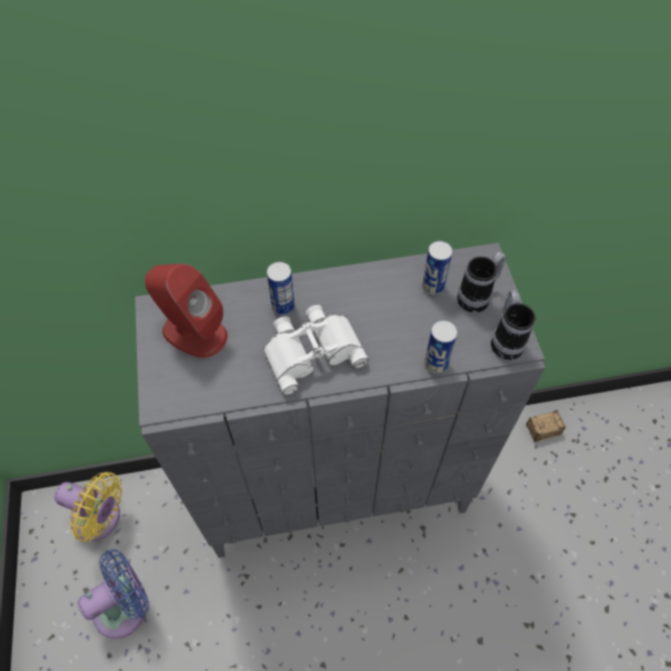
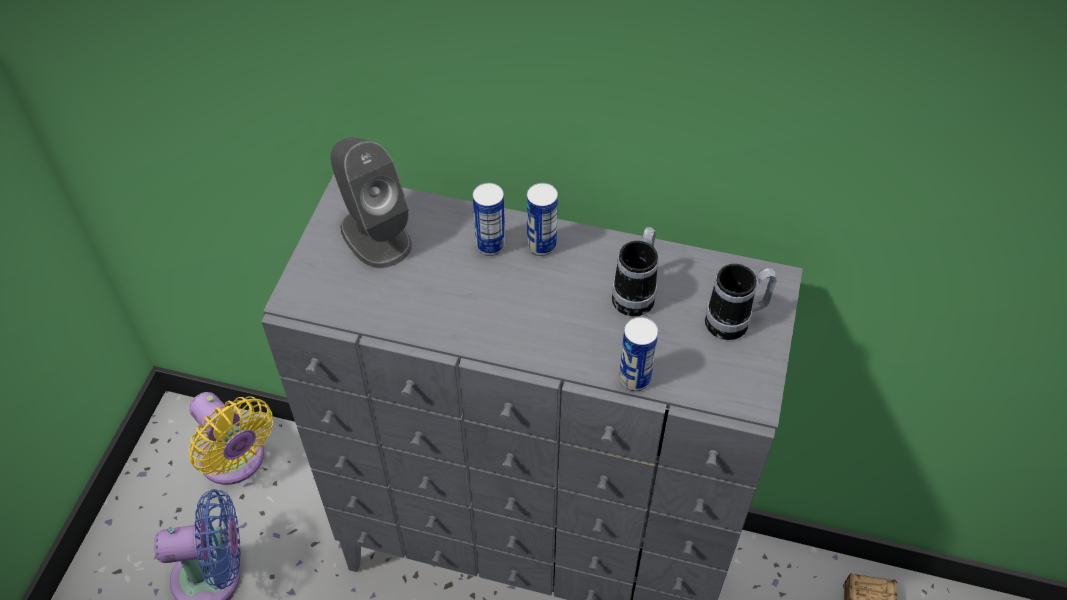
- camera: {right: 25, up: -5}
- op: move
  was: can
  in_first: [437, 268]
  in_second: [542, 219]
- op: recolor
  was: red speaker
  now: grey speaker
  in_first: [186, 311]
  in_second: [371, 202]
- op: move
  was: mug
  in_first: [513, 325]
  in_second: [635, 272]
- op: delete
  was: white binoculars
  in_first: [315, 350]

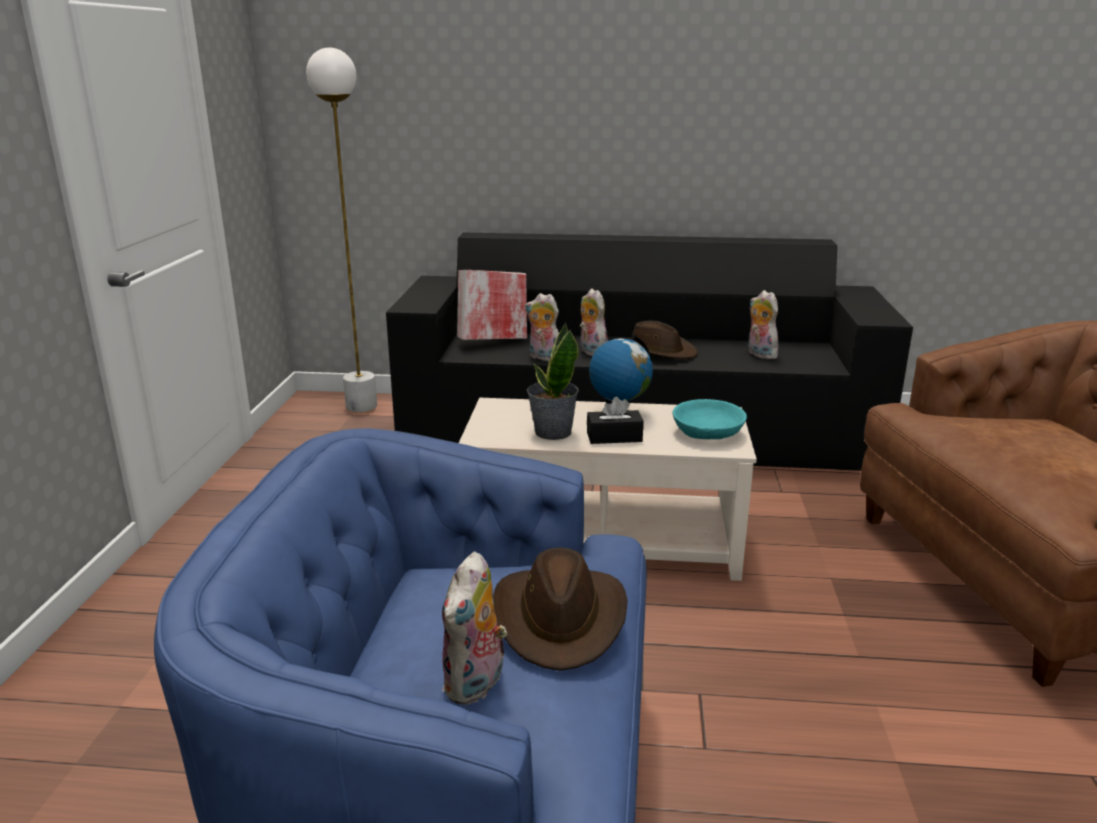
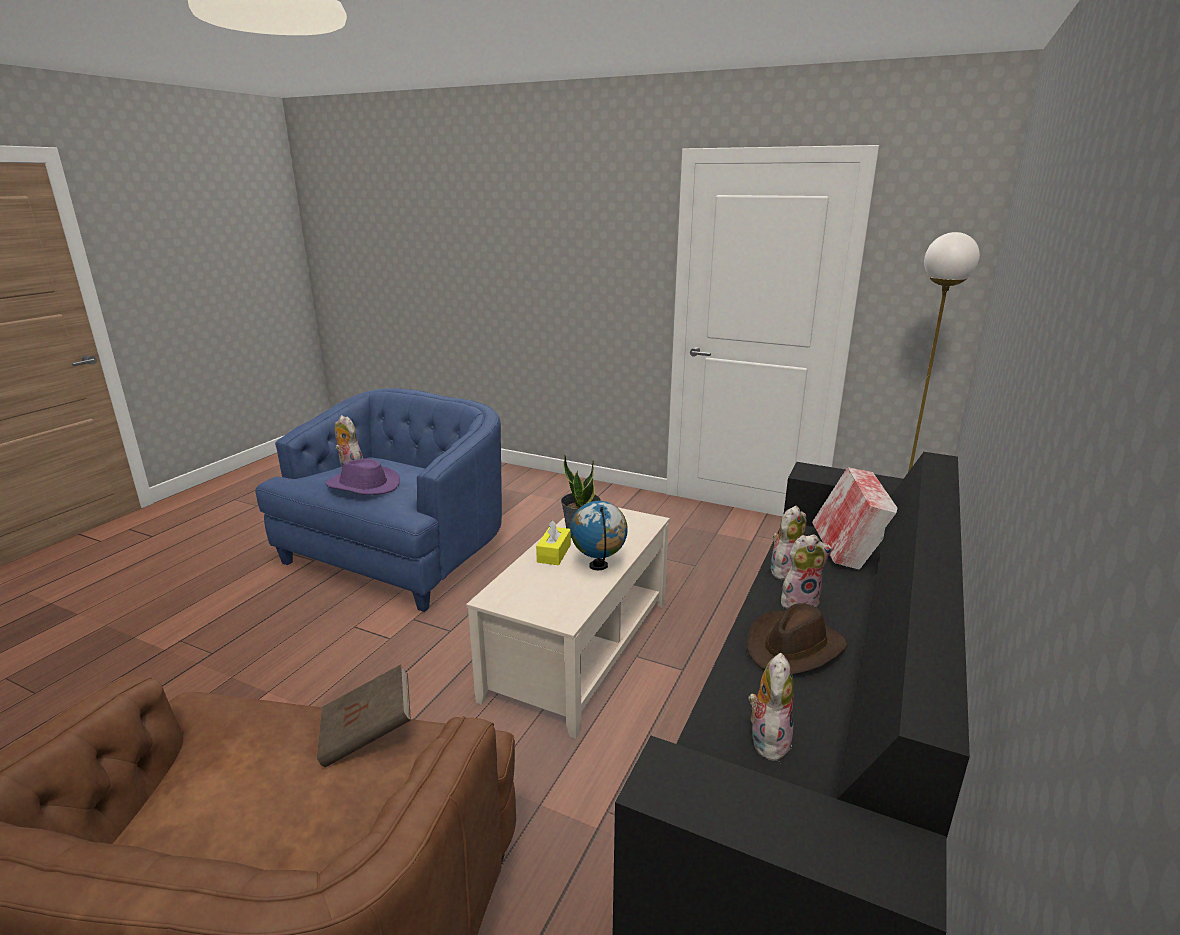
- camera: {right: 110, up: 0}
- op: rotate
  was: plush toy
  in_first: [764, 324]
  in_second: [771, 708]
  clockwise: -60
- op: recolor
  was: black tissue box
  now: yellow tissue box
  in_first: [615, 420]
  in_second: [553, 542]
- op: delete
  was: turquoise bowl
  in_first: [710, 419]
- op: recolor
  was: brown hat
  now: purple hat
  in_first: [560, 609]
  in_second: [363, 477]
- op: insert
  now: brown book
  in_second: [364, 715]

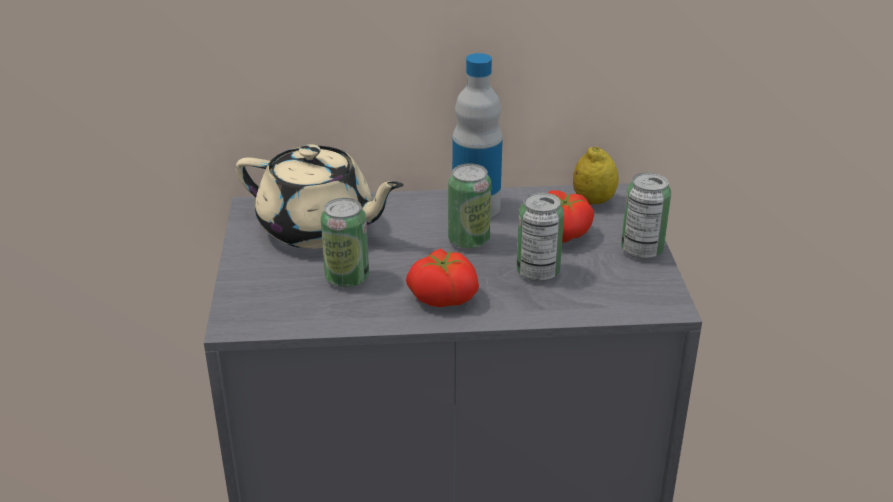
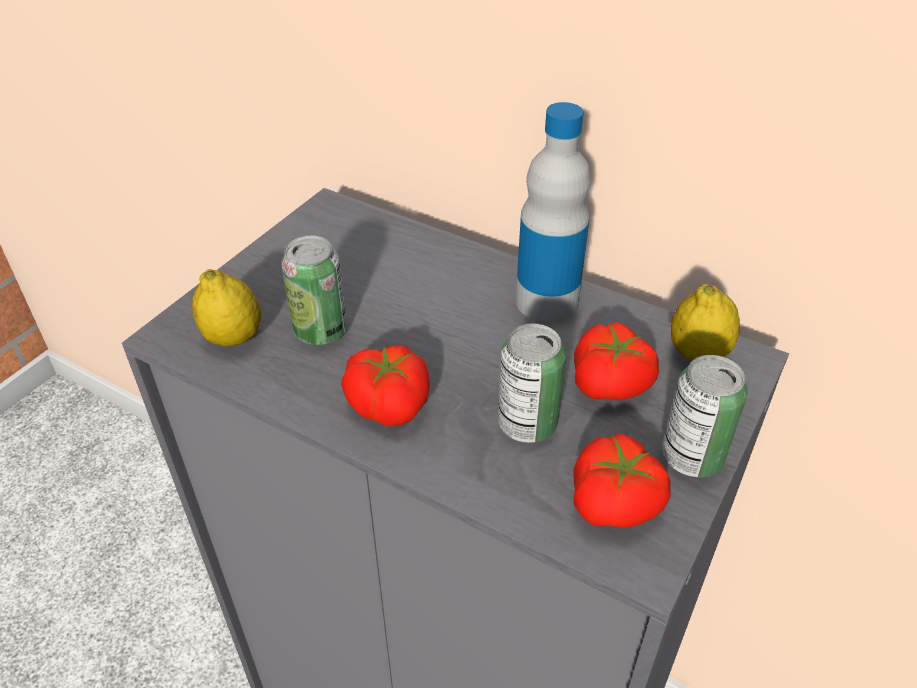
- camera: {right: 35, up: 10}
- op: delete
  was: beige teapot
  in_first: [319, 196]
- op: delete
  was: can
  in_first: [469, 206]
- op: insert
  now: lemon
  in_second: [226, 308]
- op: insert
  now: tomato
  in_second: [622, 480]

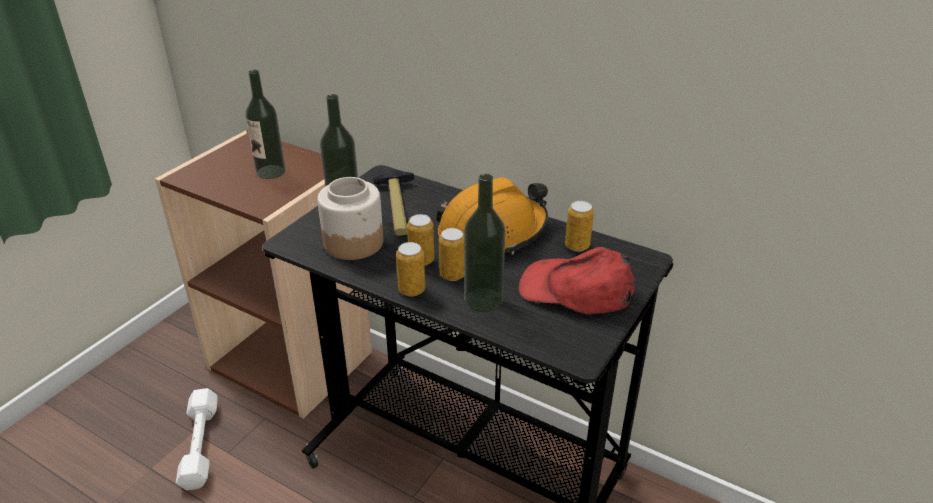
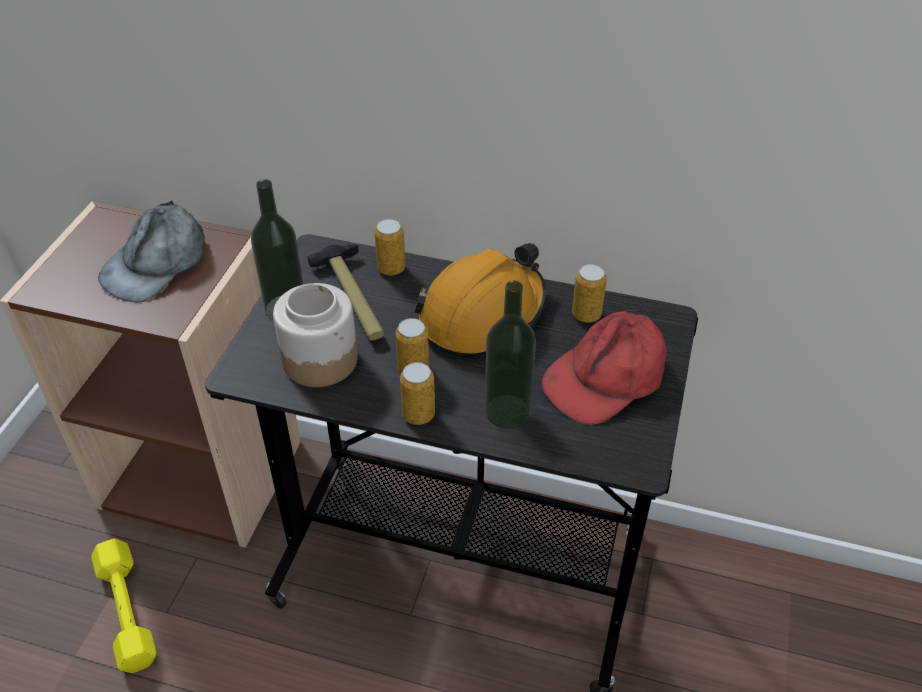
- camera: {right: -15, up: 10}
- op: replace
  was: bottle
  now: grey cap
  in_first: [265, 124]
  in_second: [151, 252]
- op: move
  was: can
  in_first: [451, 254]
  in_second: [390, 247]
- op: rotate
  was: red cap
  in_first: [576, 281]
  in_second: [604, 367]
  clockwise: -45
- op: recolor
  was: white dumbbell
  now: yellow dumbbell
  in_first: [197, 439]
  in_second: [124, 605]

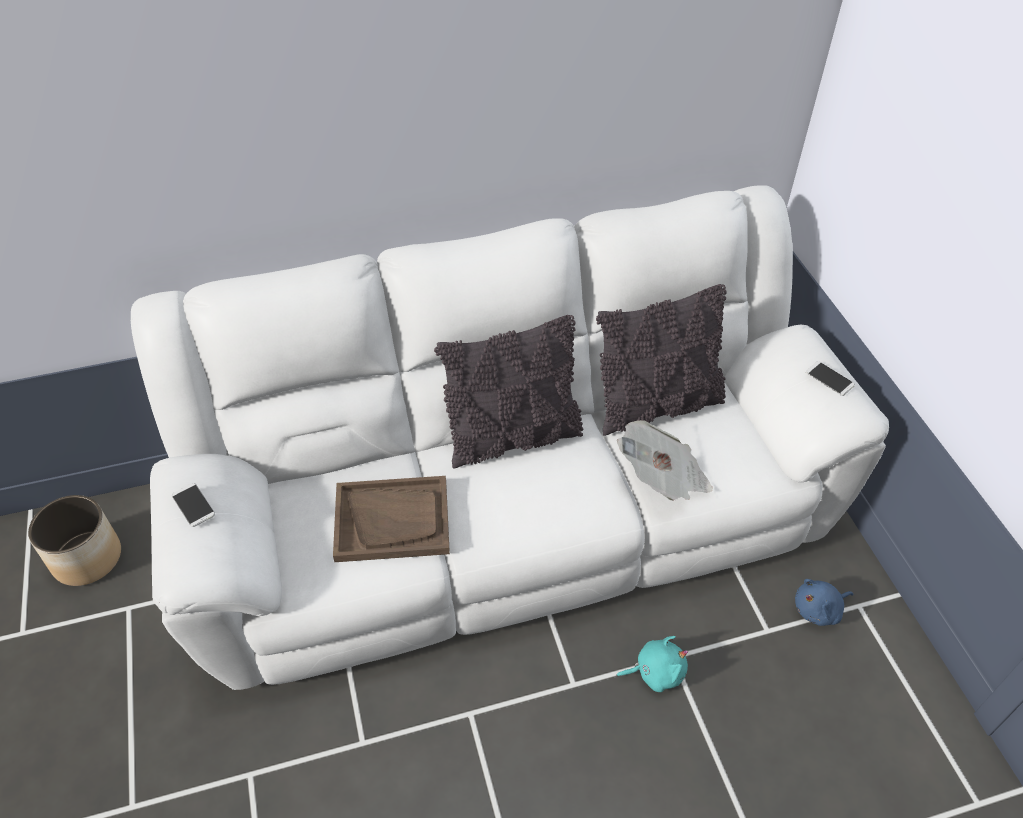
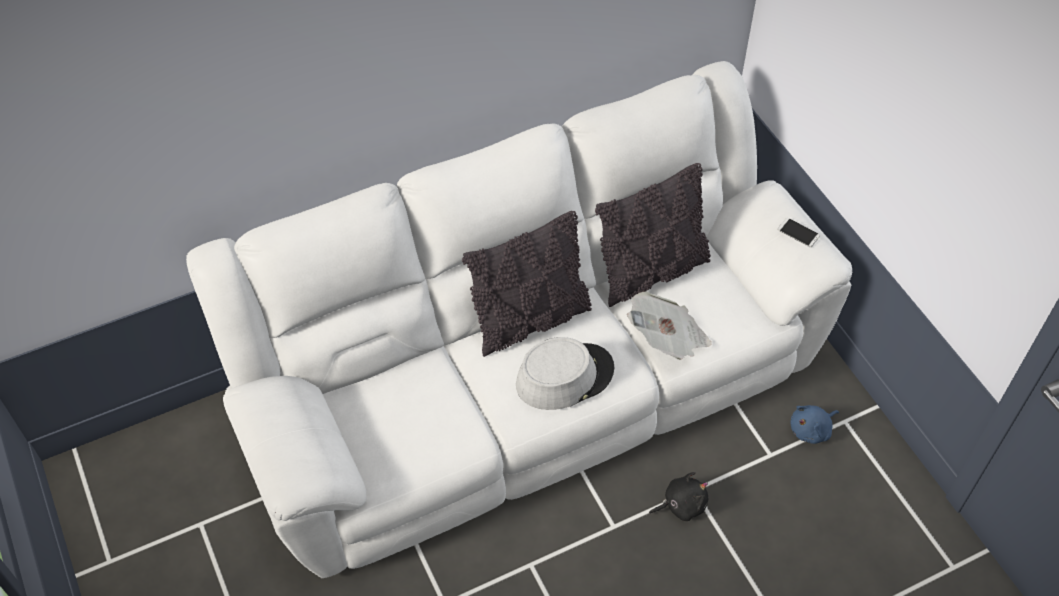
- camera: {right: -10, up: 5}
- op: delete
  was: brown tray
  in_first: [391, 519]
- op: delete
  was: phone
  in_first: [193, 505]
- op: delete
  was: planter
  in_first: [74, 540]
- op: recolor
  was: turquoise plush toy
  now: black plush toy
  in_first: [652, 664]
  in_second: [678, 496]
- op: insert
  now: grey hat
  in_second: [565, 373]

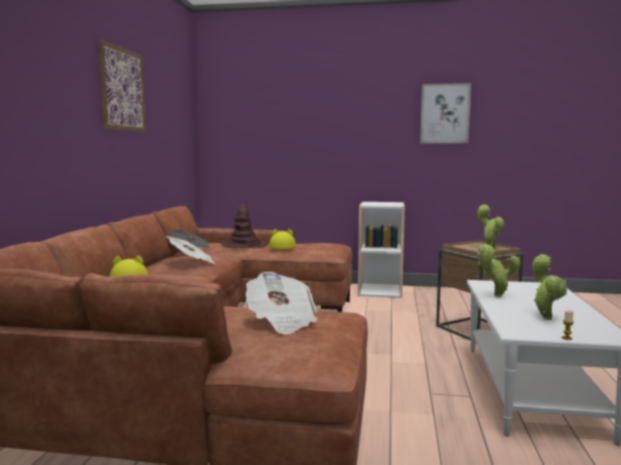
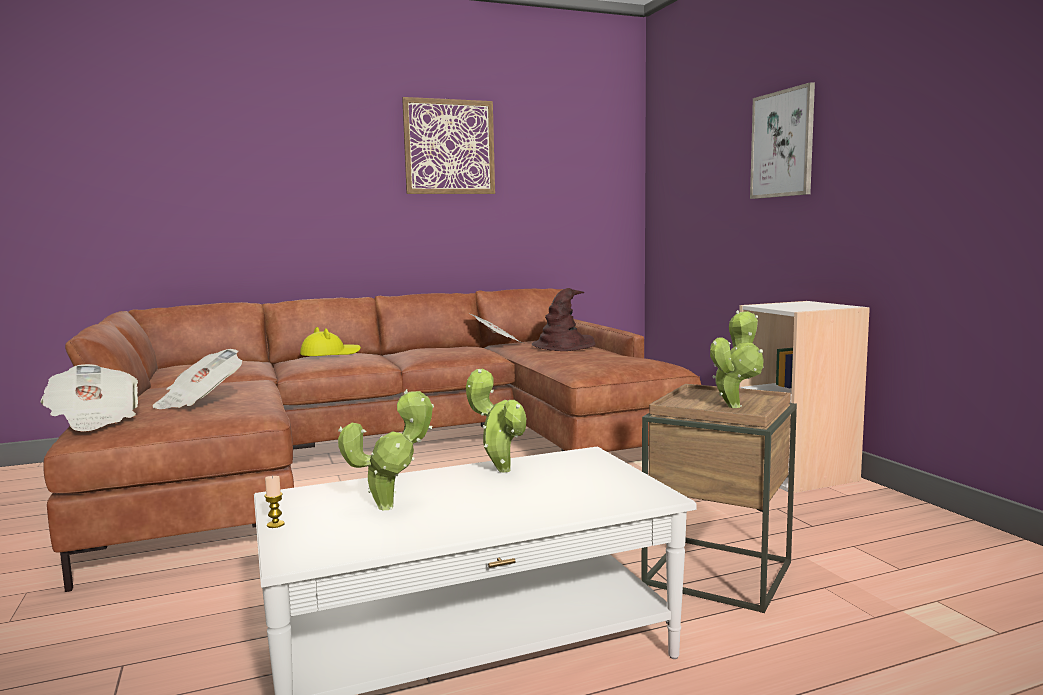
- camera: {right: 60, up: 0}
- op: move
  was: picture
  in_first: [445, 113]
  in_second: [782, 140]
- op: delete
  was: yellow hat
  in_first: [282, 239]
- op: move
  was: newspaper
  in_first: [190, 250]
  in_second: [89, 398]

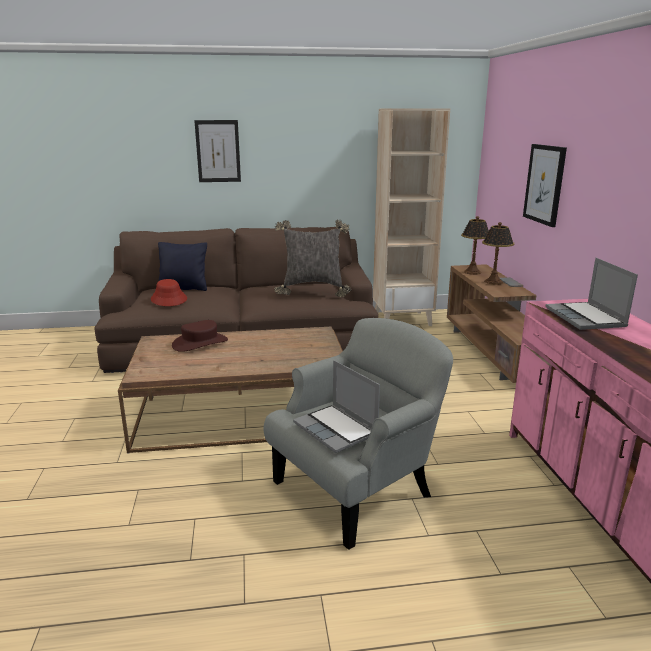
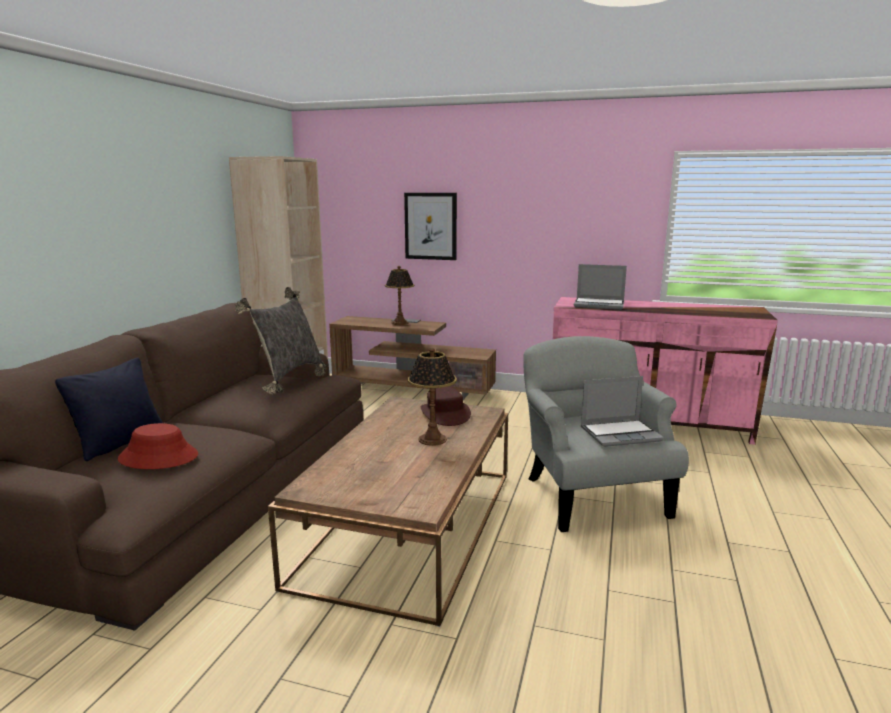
- camera: {right: -65, up: -5}
- op: delete
  was: picture
  in_first: [217, 151]
- op: move
  was: table lamp
  in_first: [475, 245]
  in_second: [432, 397]
- op: move
  was: brown hat
  in_first: [200, 336]
  in_second: [446, 406]

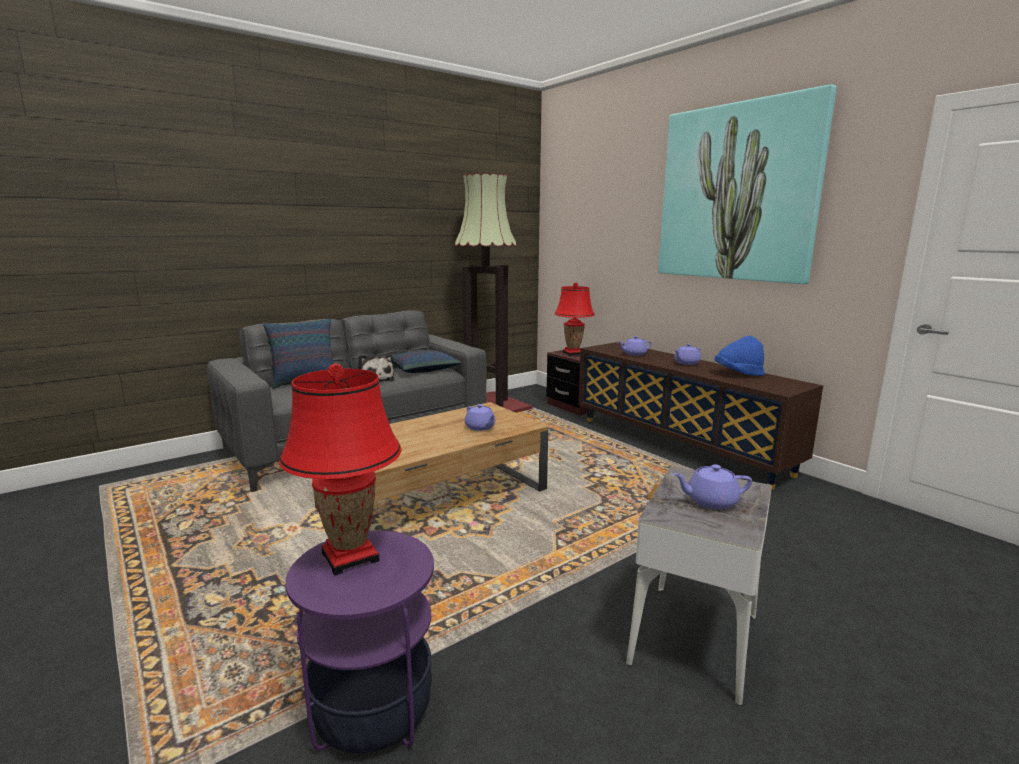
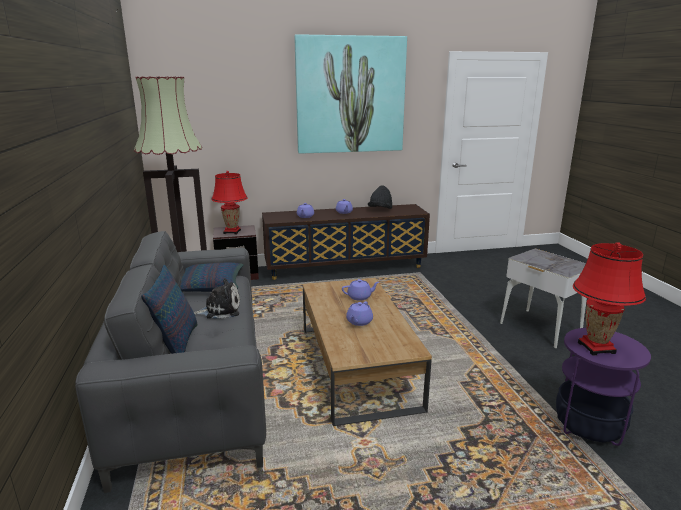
- camera: {right: -65, up: 5}
- op: recolor
  was: blue hat
  now: black hat
  in_first: [740, 356]
  in_second: [380, 197]
- op: move
  was: purple teapot
  in_first: [712, 487]
  in_second: [359, 313]

